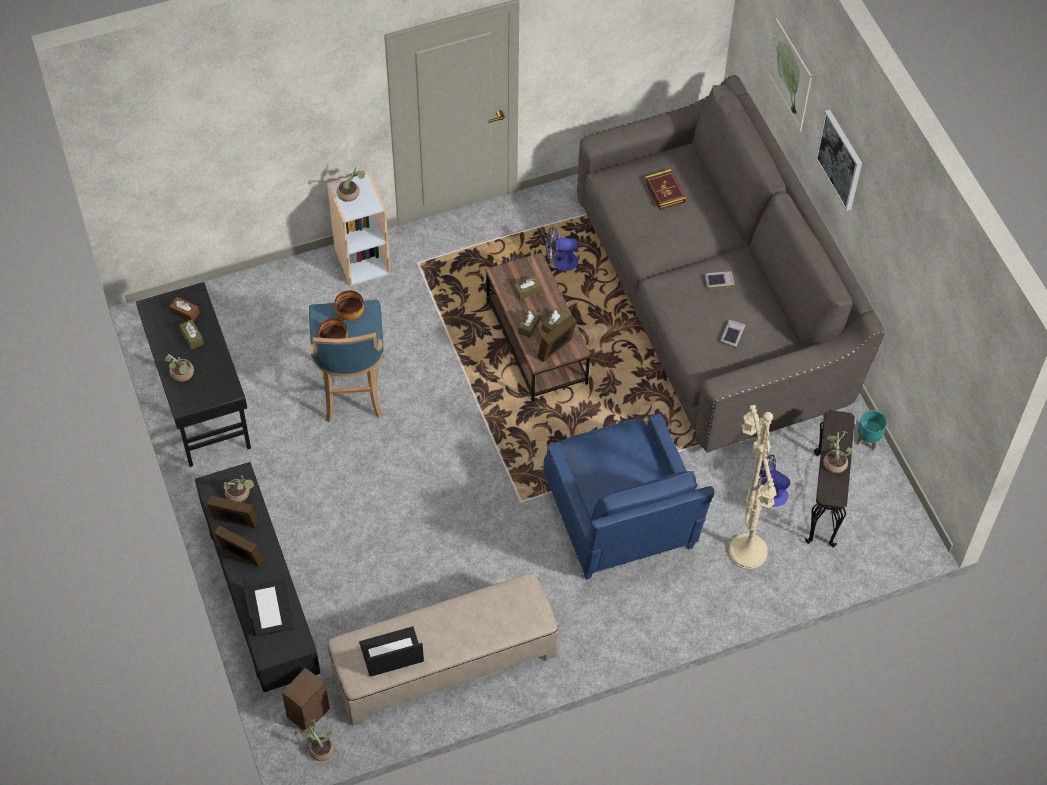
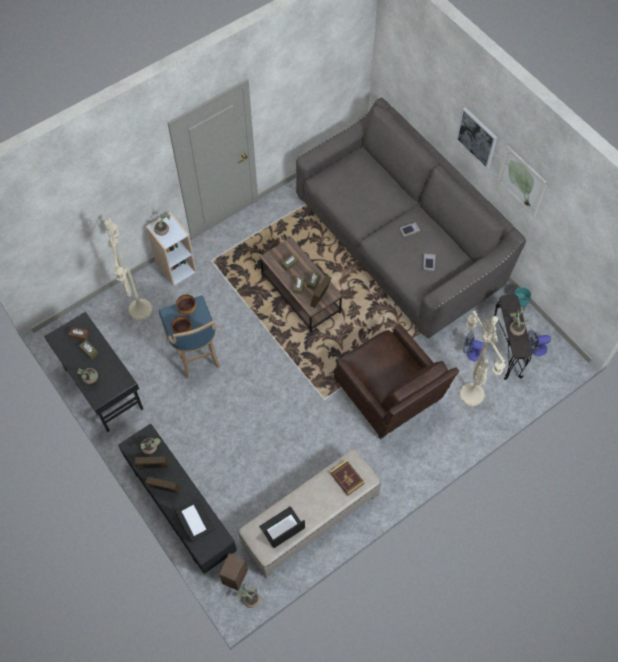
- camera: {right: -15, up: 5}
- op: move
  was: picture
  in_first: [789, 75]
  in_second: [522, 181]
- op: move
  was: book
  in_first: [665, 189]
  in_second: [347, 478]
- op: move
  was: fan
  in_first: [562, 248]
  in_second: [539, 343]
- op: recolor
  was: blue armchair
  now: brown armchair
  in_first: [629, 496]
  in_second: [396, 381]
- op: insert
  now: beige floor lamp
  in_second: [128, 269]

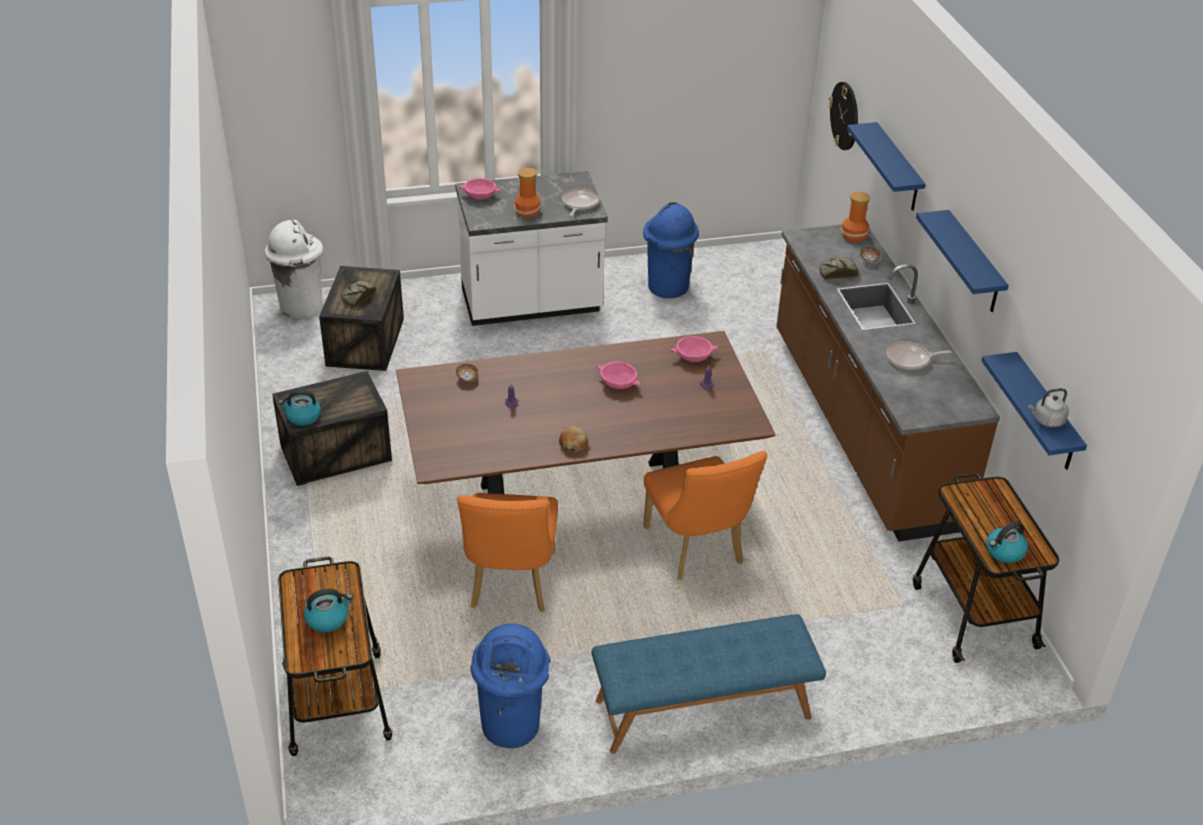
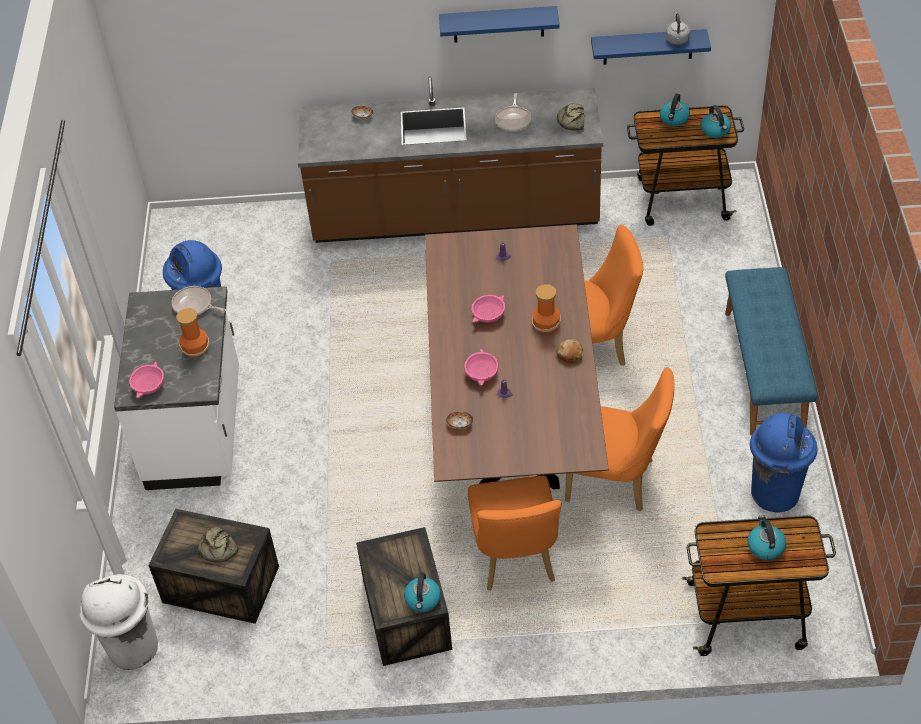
- camera: {right: -75, up: 10}
- op: delete
  was: wall clock
  in_first: [843, 116]
- op: delete
  was: blue shelf
  in_first: [886, 166]
- op: move
  was: vase
  in_first: [855, 217]
  in_second: [546, 309]
- op: move
  was: bread
  in_first: [839, 268]
  in_second: [570, 117]
- op: move
  was: pink bowl
  in_first: [694, 349]
  in_second: [481, 367]
- op: insert
  now: kettle
  in_second: [675, 110]
- op: insert
  now: orange chair
  in_second: [515, 533]

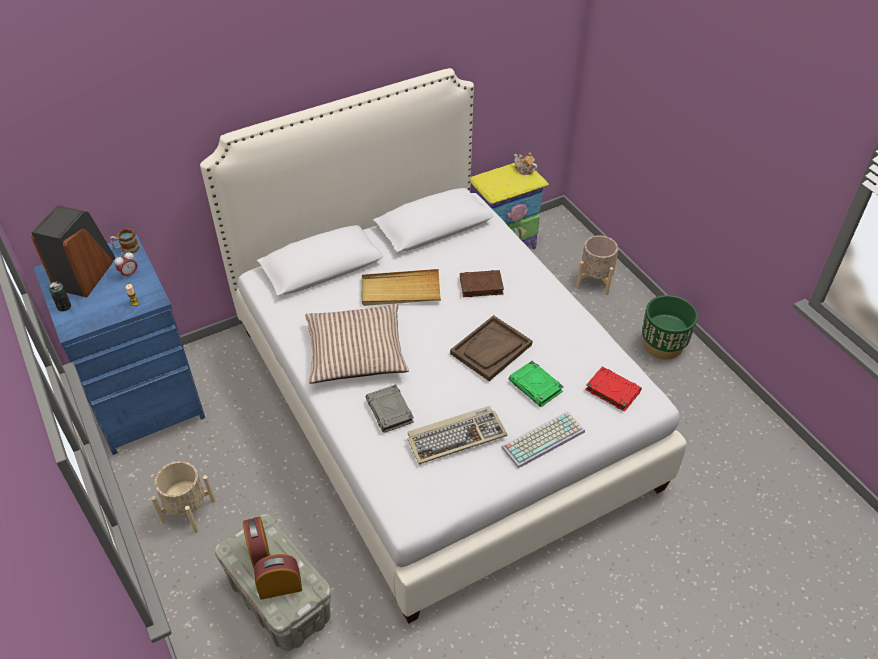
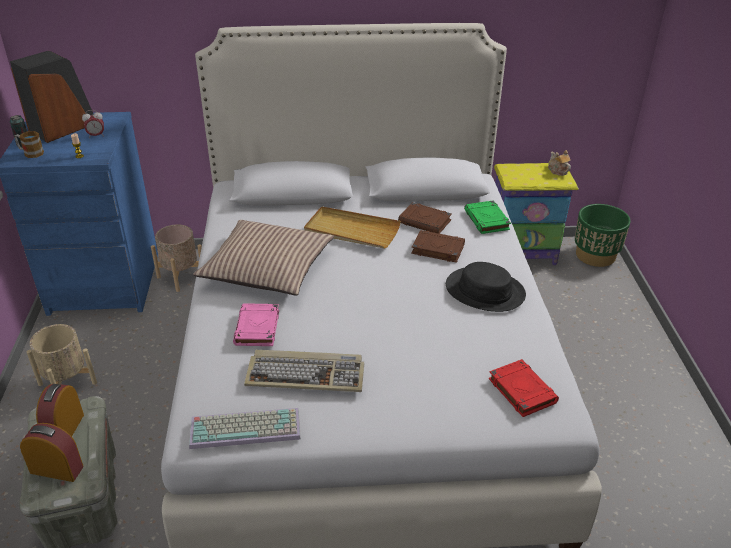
- camera: {right: 25, up: -10}
- op: move
  was: mug
  in_first: [125, 241]
  in_second: [29, 144]
- op: move
  was: beige planter
  in_first: [597, 265]
  in_second: [176, 258]
- op: move
  was: green planter
  in_first: [670, 327]
  in_second: [603, 235]
- op: delete
  was: brown tray
  in_first: [491, 348]
- op: move
  was: green book
  in_first: [536, 384]
  in_second: [487, 217]
- op: recolor
  was: grey book
  now: pink book
  in_first: [390, 409]
  in_second: [256, 324]
- op: move
  was: keyboard
  in_first: [543, 439]
  in_second: [245, 428]
- op: insert
  now: brown book
  in_second: [425, 218]
- op: insert
  now: black hat
  in_second: [486, 287]

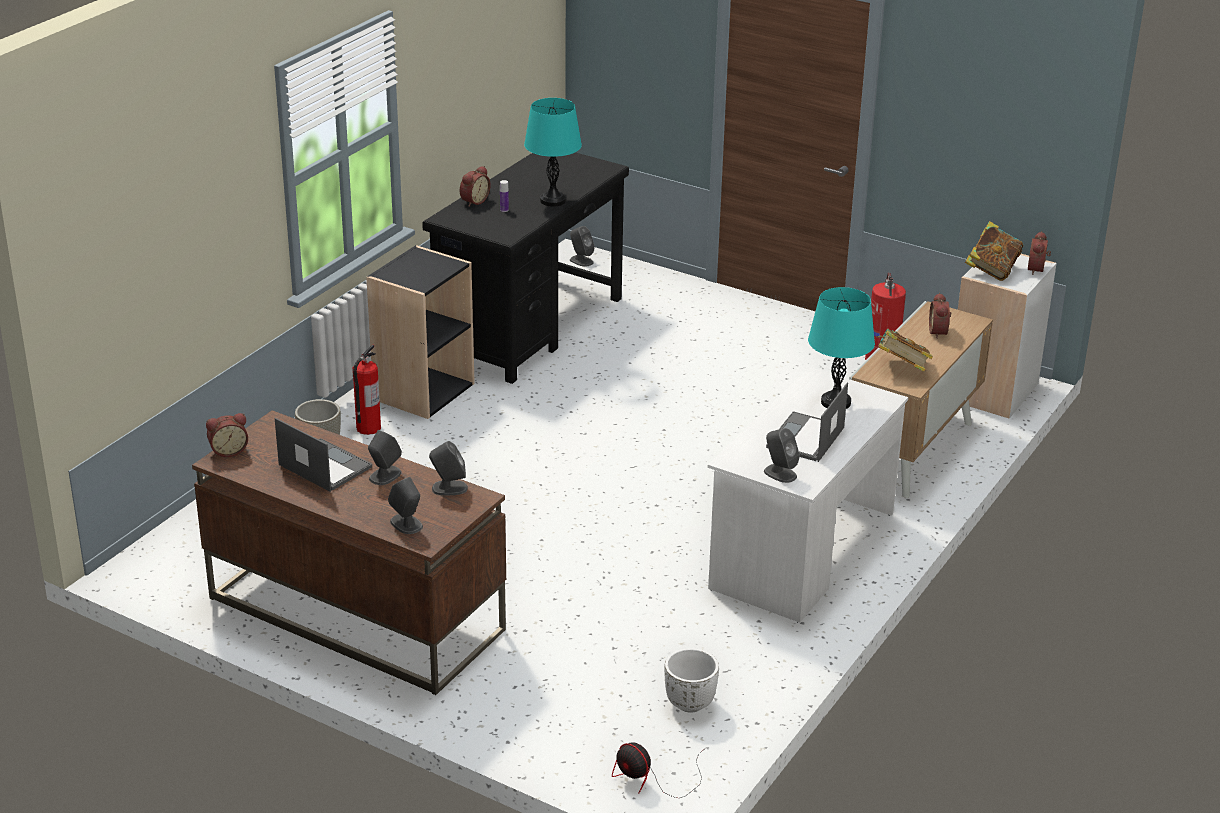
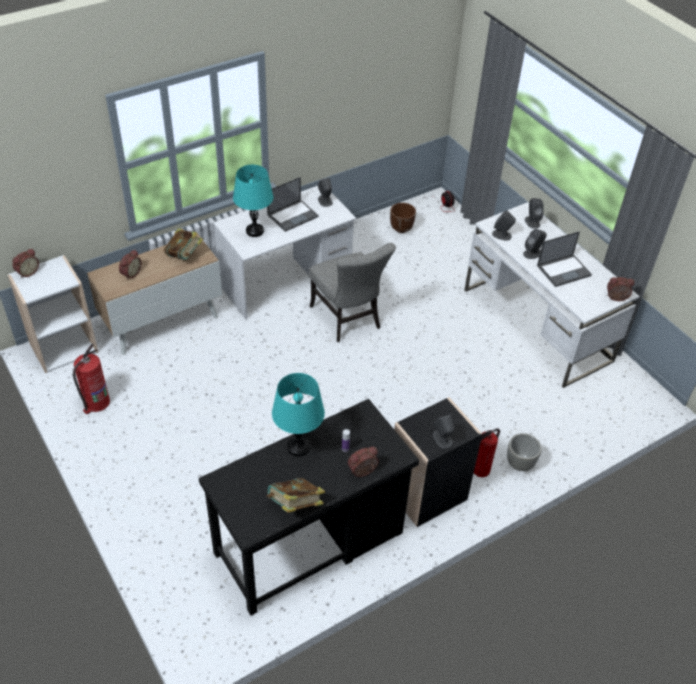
- camera: {right: -155, up: 15}
- op: move
  was: book
  in_first: [994, 251]
  in_second: [295, 495]
- op: move
  was: grey speaker
  in_first: [582, 246]
  in_second: [444, 431]
- op: recolor
  was: brown desk
  now: white desk
  in_first: [349, 552]
  in_second: [552, 295]
- op: rotate
  was: laptop
  in_first: [323, 455]
  in_second: [564, 259]
  clockwise: -90
- op: recolor
  was: white planter
  now: brown planter
  in_first: [691, 680]
  in_second: [403, 218]
- op: insert
  now: grey chair
  in_second: [352, 292]

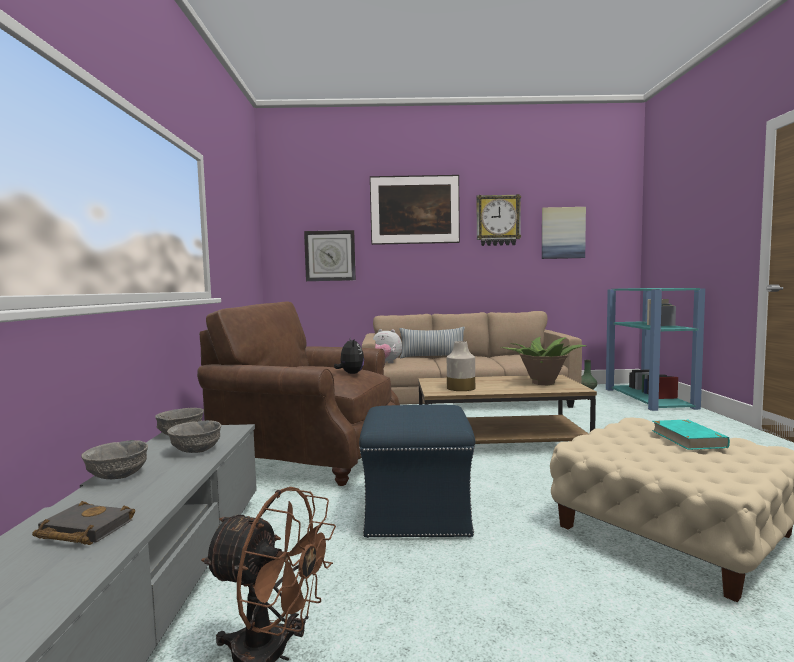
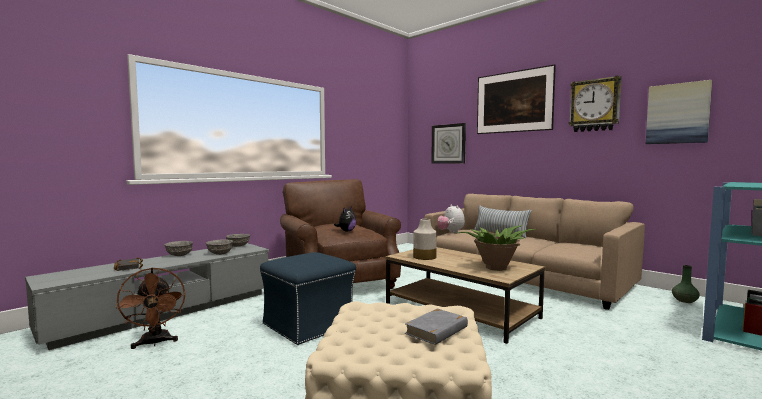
- camera: {right: 45, up: 0}
- op: recolor
  was: turquoise book
  now: grey book
  in_first: [691, 434]
  in_second: [436, 327]

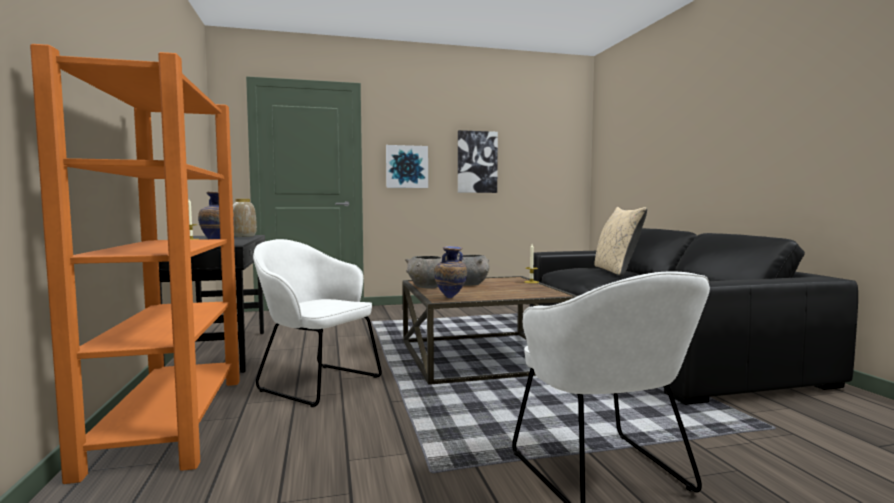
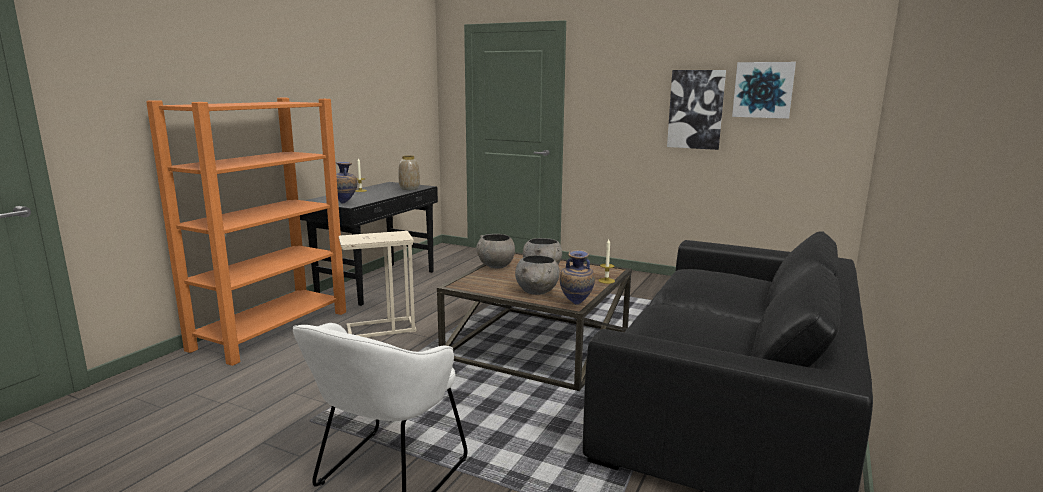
- camera: {right: 40, up: 10}
- op: move
  was: picture
  in_first: [407, 166]
  in_second: [764, 90]
- op: delete
  was: beige pillow
  in_first: [620, 241]
- op: replace
  was: white armchair
  now: beige side table
  in_first: [317, 323]
  in_second: [377, 284]
- op: move
  was: vase
  in_first: [450, 272]
  in_second: [577, 277]
- op: insert
  now: grey bowl
  in_second: [537, 275]

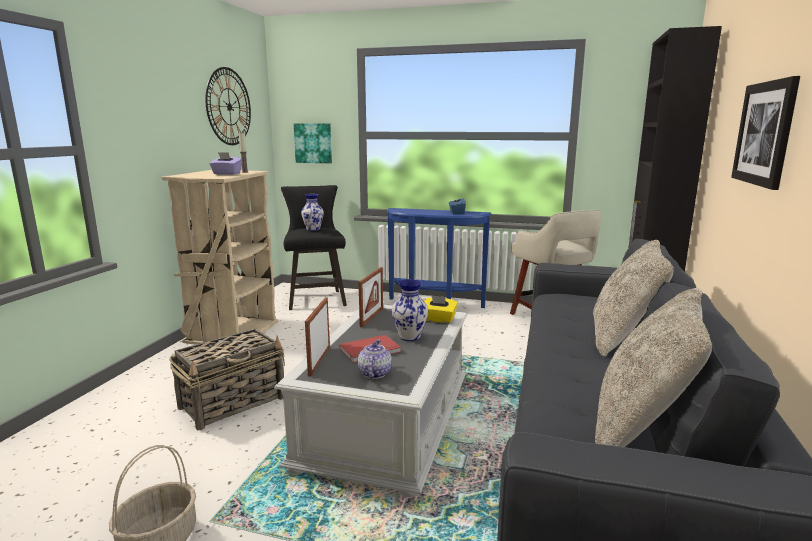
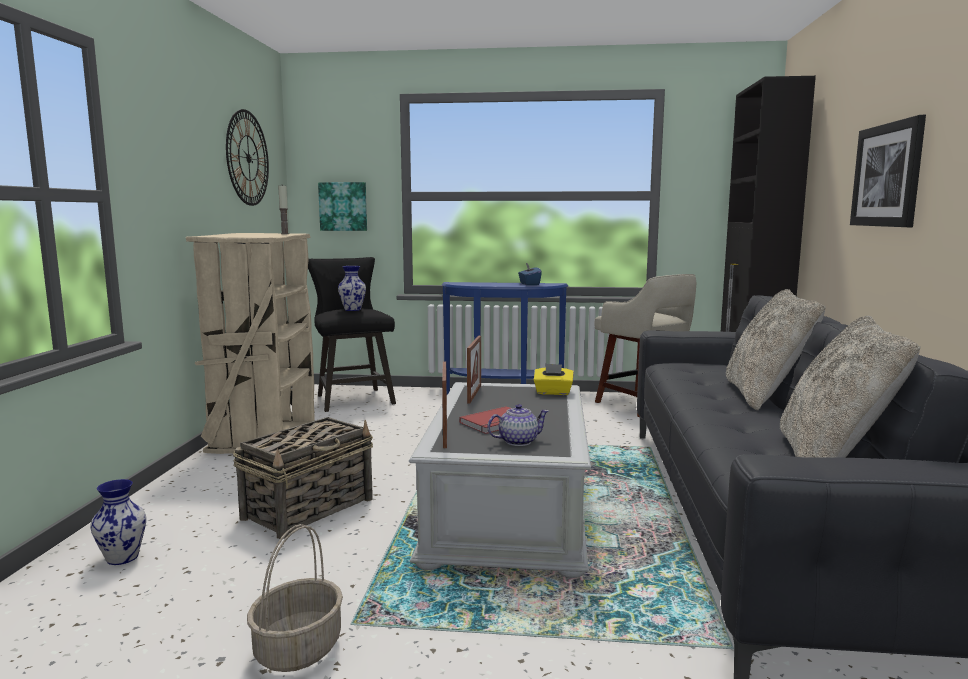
- camera: {right: -10, up: -5}
- op: delete
  was: purple tissue box
  in_first: [225, 163]
- op: move
  was: vase
  in_first: [410, 310]
  in_second: [118, 522]
- op: rotate
  was: teapot
  in_first: [374, 359]
  in_second: [518, 425]
  clockwise: 75

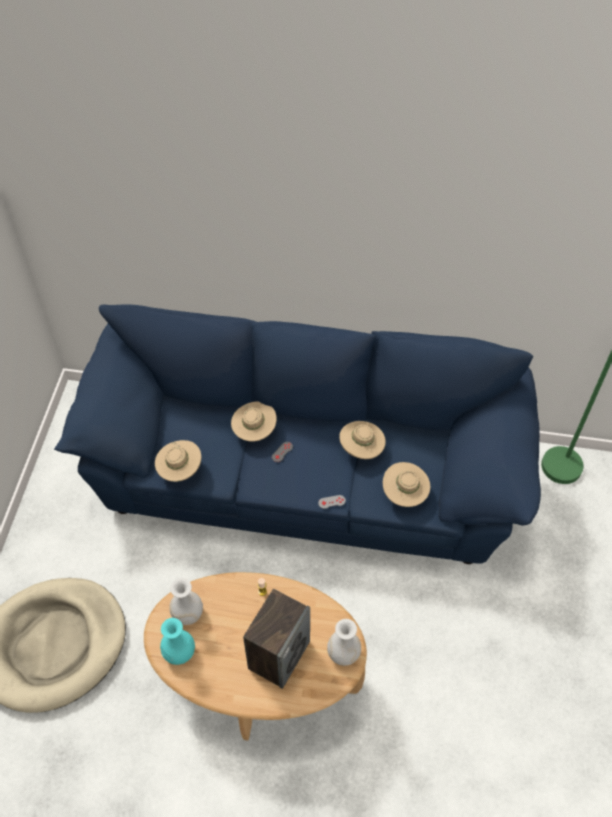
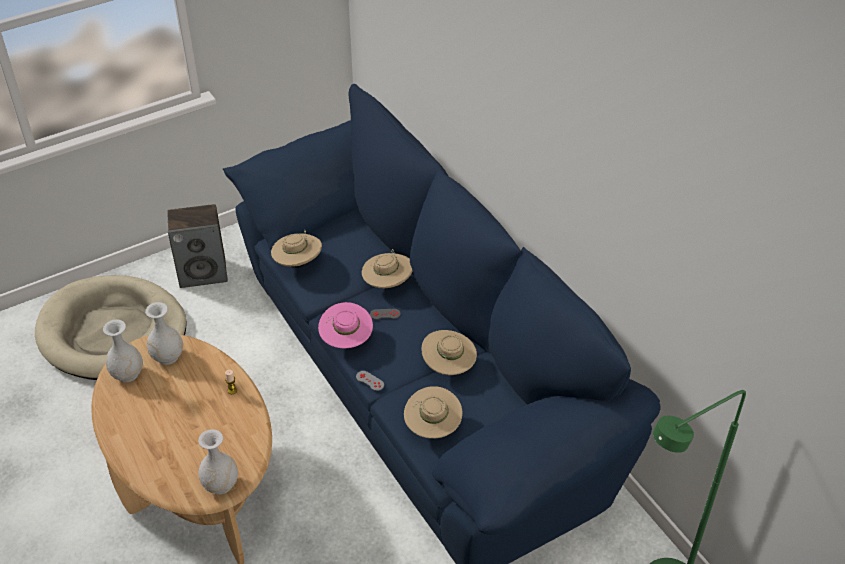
- camera: {right: 50, up: -10}
- op: move
  was: speaker
  in_first: [276, 639]
  in_second: [197, 246]
- op: recolor
  was: turquoise vase
  now: white vase
  in_first: [177, 641]
  in_second: [123, 351]
- op: insert
  now: pink hat
  in_second: [345, 325]

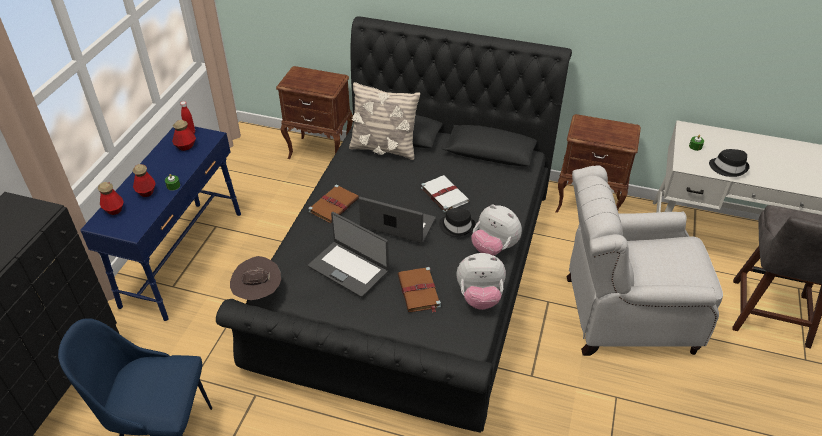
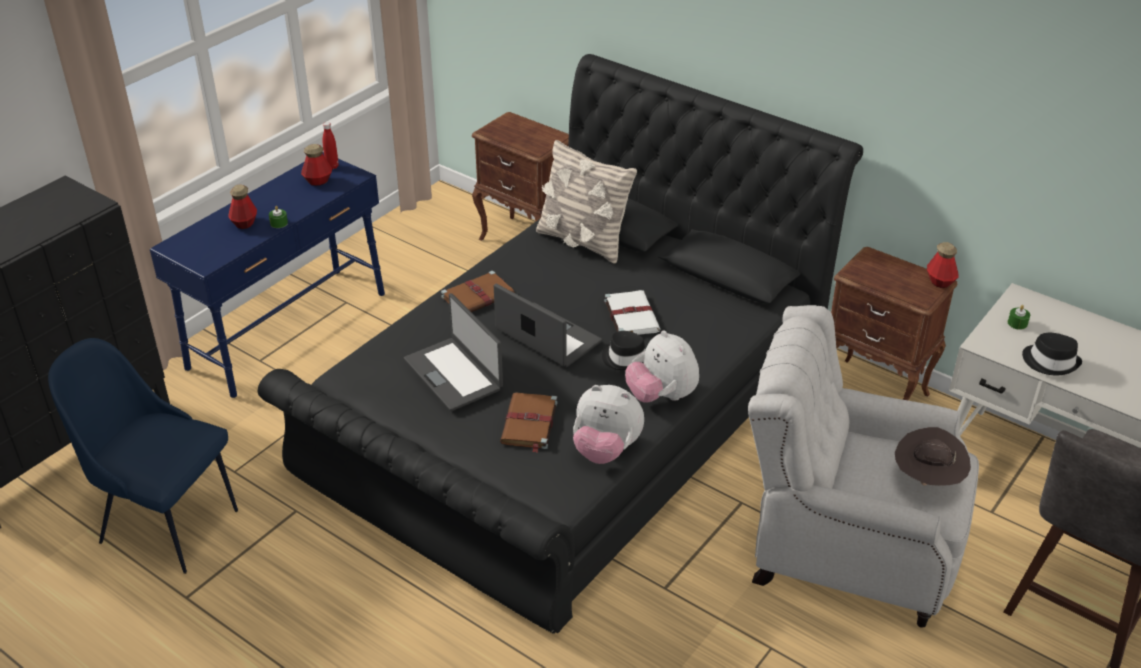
- camera: {right: 20, up: -5}
- op: move
  was: bottle
  in_first: [111, 198]
  in_second: [942, 265]
- op: move
  was: brown hat
  in_first: [255, 278]
  in_second: [933, 456]

